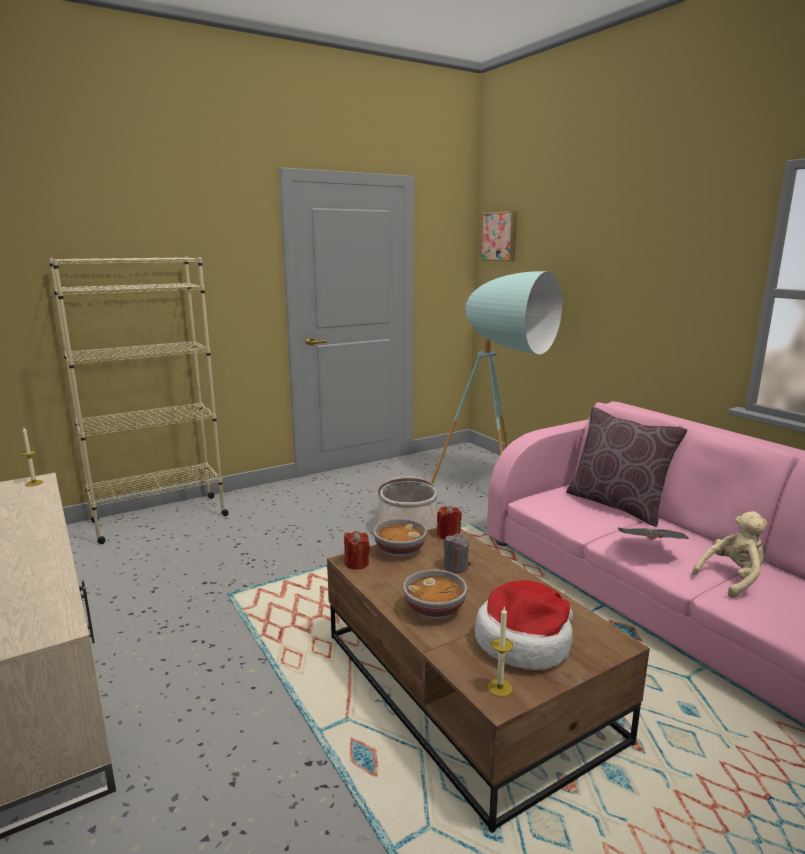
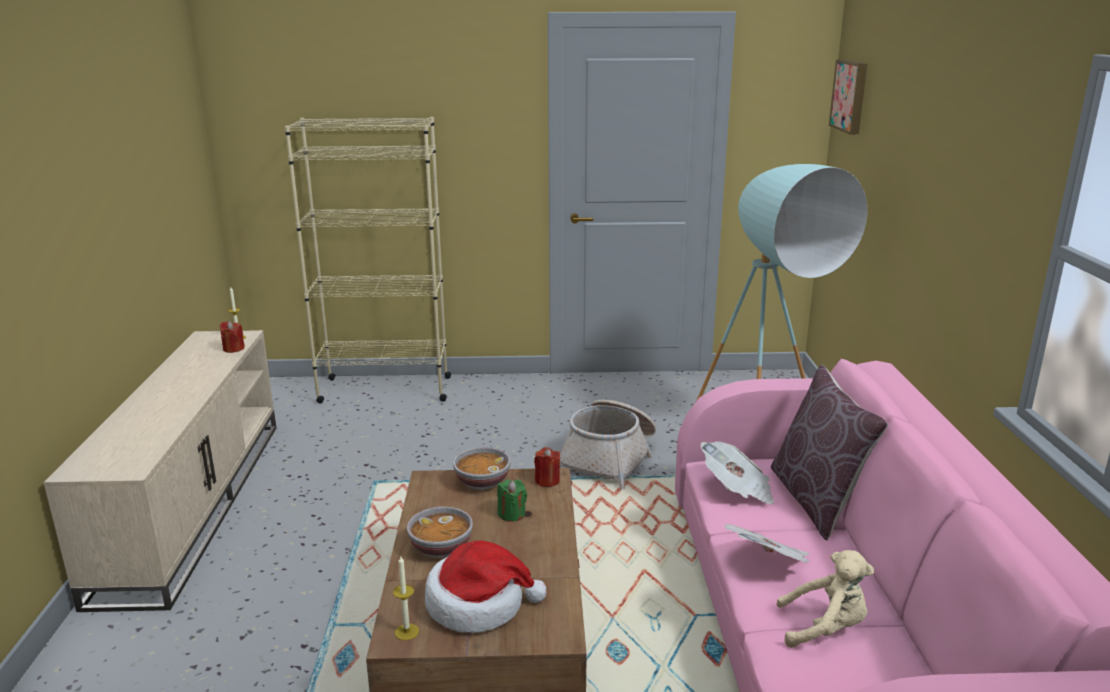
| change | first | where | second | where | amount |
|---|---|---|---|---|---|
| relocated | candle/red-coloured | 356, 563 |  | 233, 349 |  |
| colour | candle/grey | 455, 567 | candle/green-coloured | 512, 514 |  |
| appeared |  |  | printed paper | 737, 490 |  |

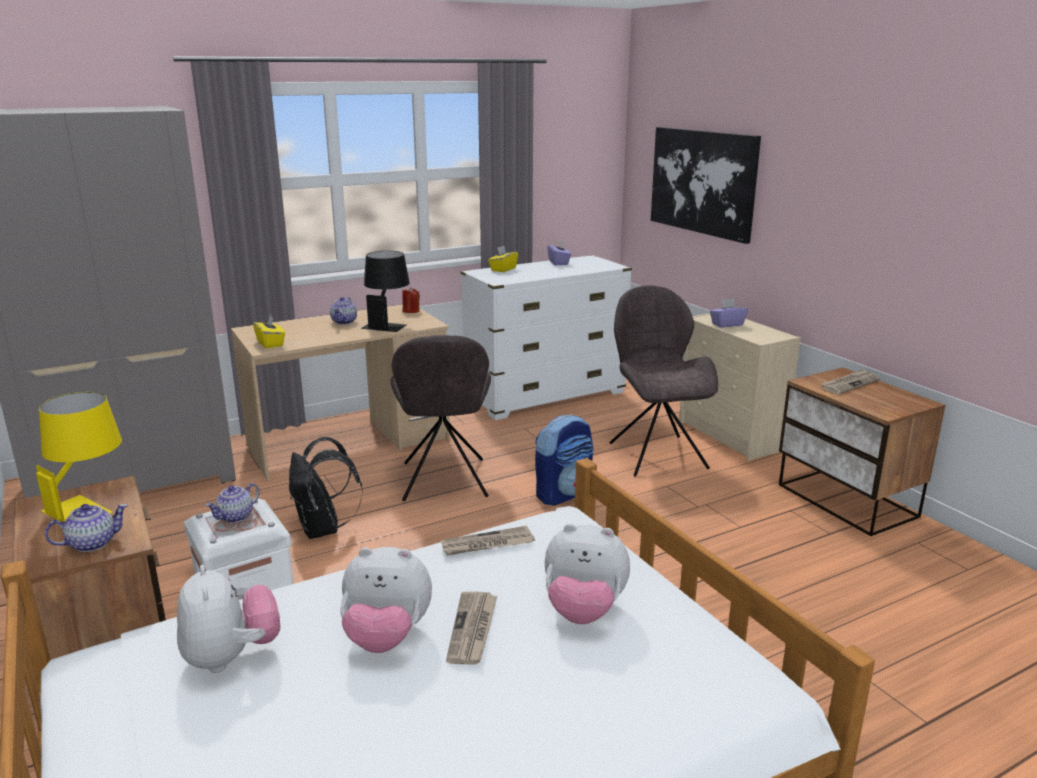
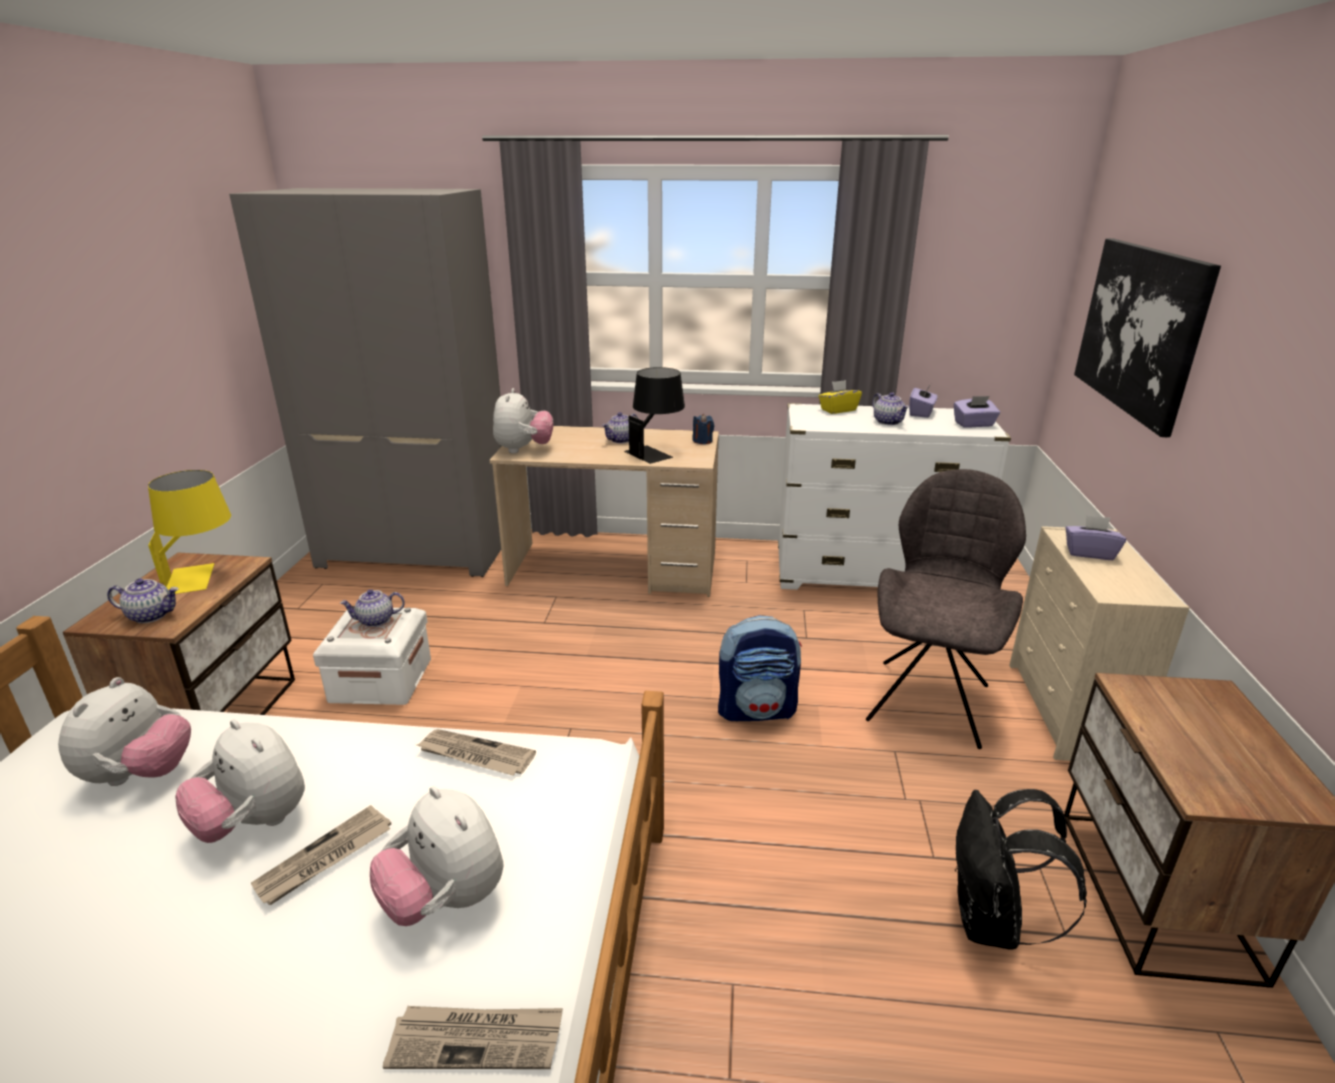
| change | first | where | second | where | amount |
|---|---|---|---|---|---|
| colour | candle/red-coloured | 411, 311 | candle/bluish | 702, 441 |  |
| exchanged | box of tissues/yellow-coloured | 271, 343 | soft toy | 523, 449 |  |
| missing | chair/grey | 444, 482 |  |  |  |
| relocated | printed paper | 849, 384 |  | 477, 1040 |  |
| relocated | backpack/black | 323, 529 |  | 991, 923 |  |
| appeared |  |  | teapot | 888, 422 |  |
| appeared |  |  | box of tissues/purple | 974, 424 |  |

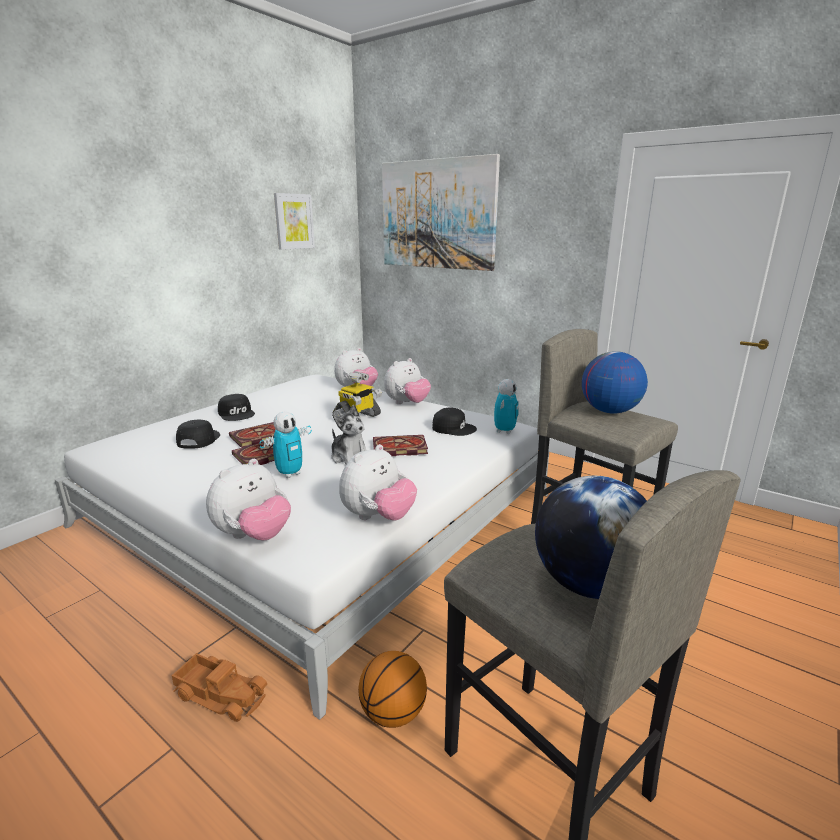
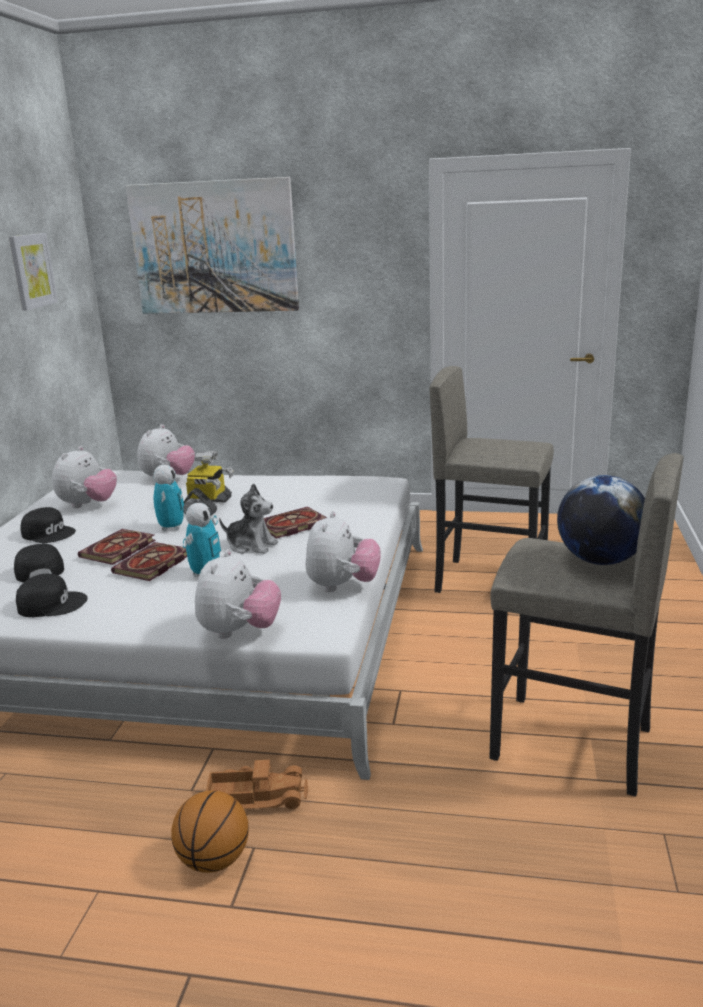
| change | first | where | second | where | amount |
|---|---|---|---|---|---|
| missing | globe | 609, 411 |  |  |  |
| relocated | soft toy | 407, 403 |  | 88, 505 |  |
| relocated | robot figure | 504, 431 |  | 171, 528 |  |
| relocated | cap/black | 453, 428 |  | 52, 604 |  |
| relocated | ball for basketball | 392, 713 |  | 213, 860 |  |

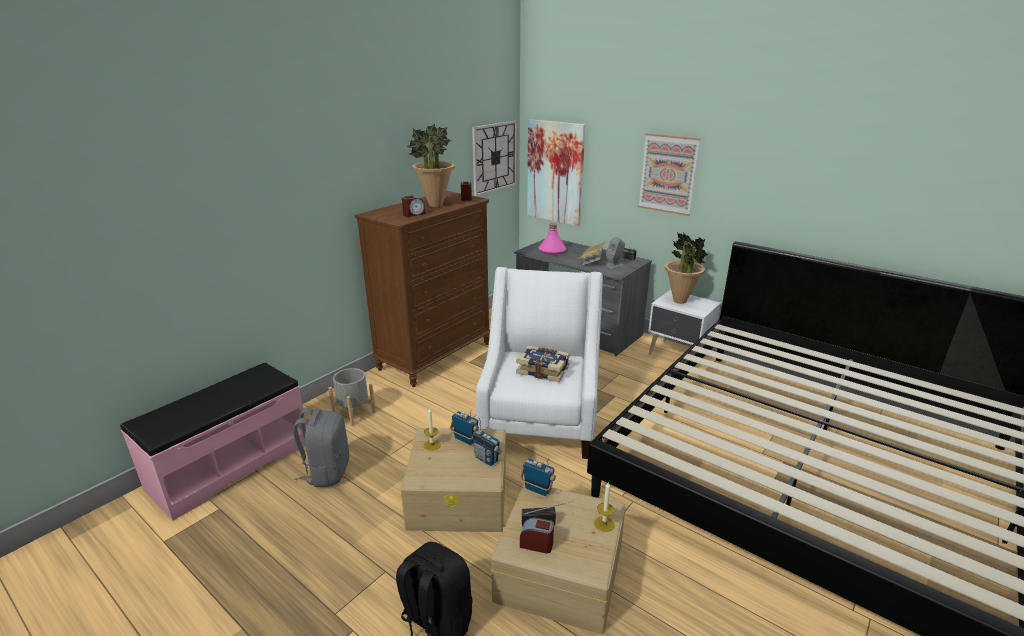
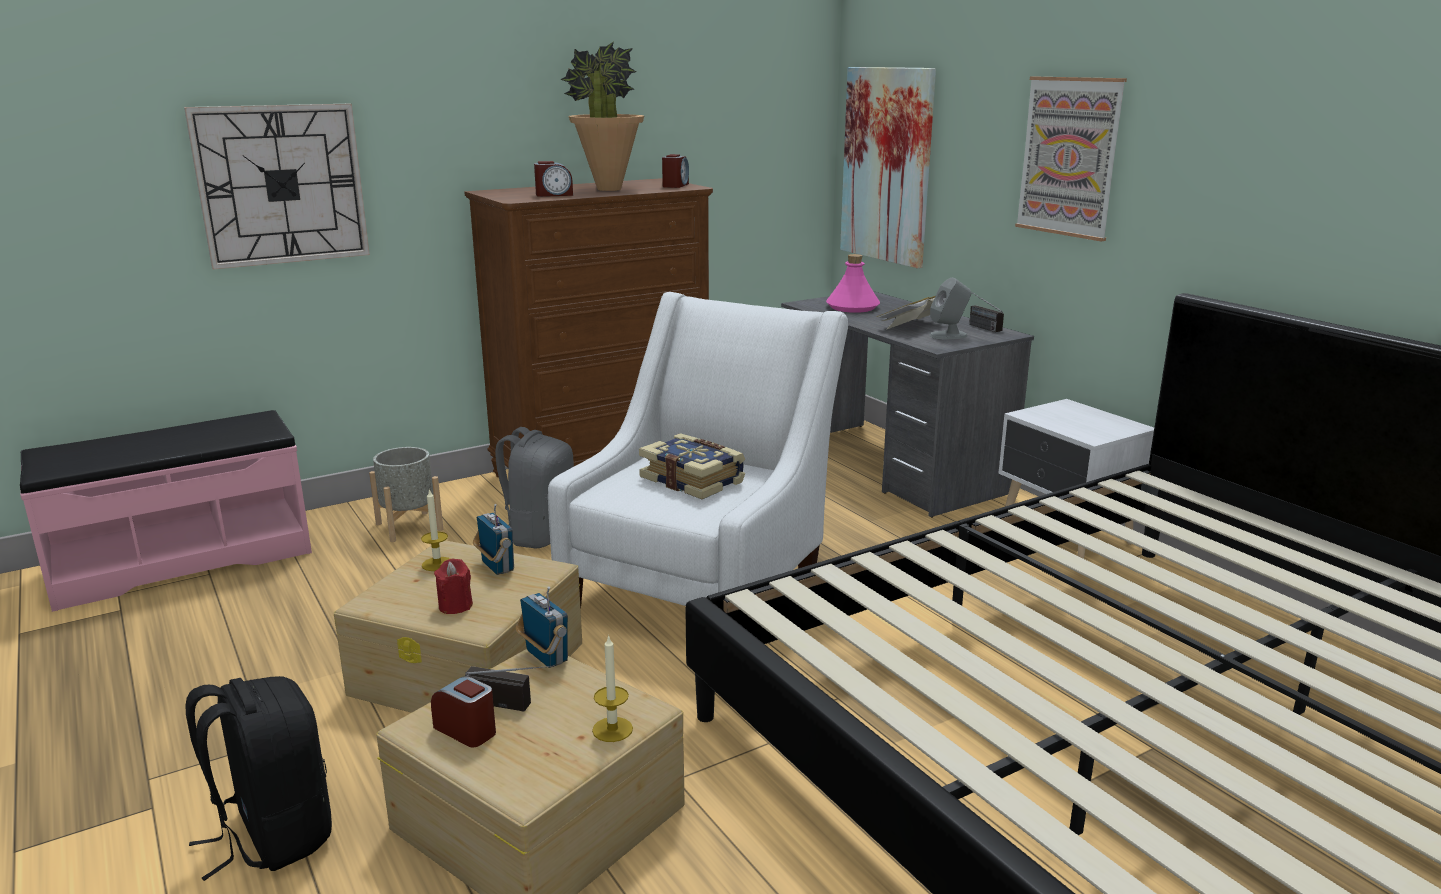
| change | first | where | second | where | amount |
|---|---|---|---|---|---|
| relocated | wall clock | 494, 157 |  | 281, 185 |  |
| missing | plant in a pot | 680, 301 |  |  |  |
| relocated | backpack/grey | 327, 472 |  | 539, 534 |  |
| missing | radio | 486, 459 |  |  |  |
| appeared |  |  | candle/red-coloured | 455, 606 |  |

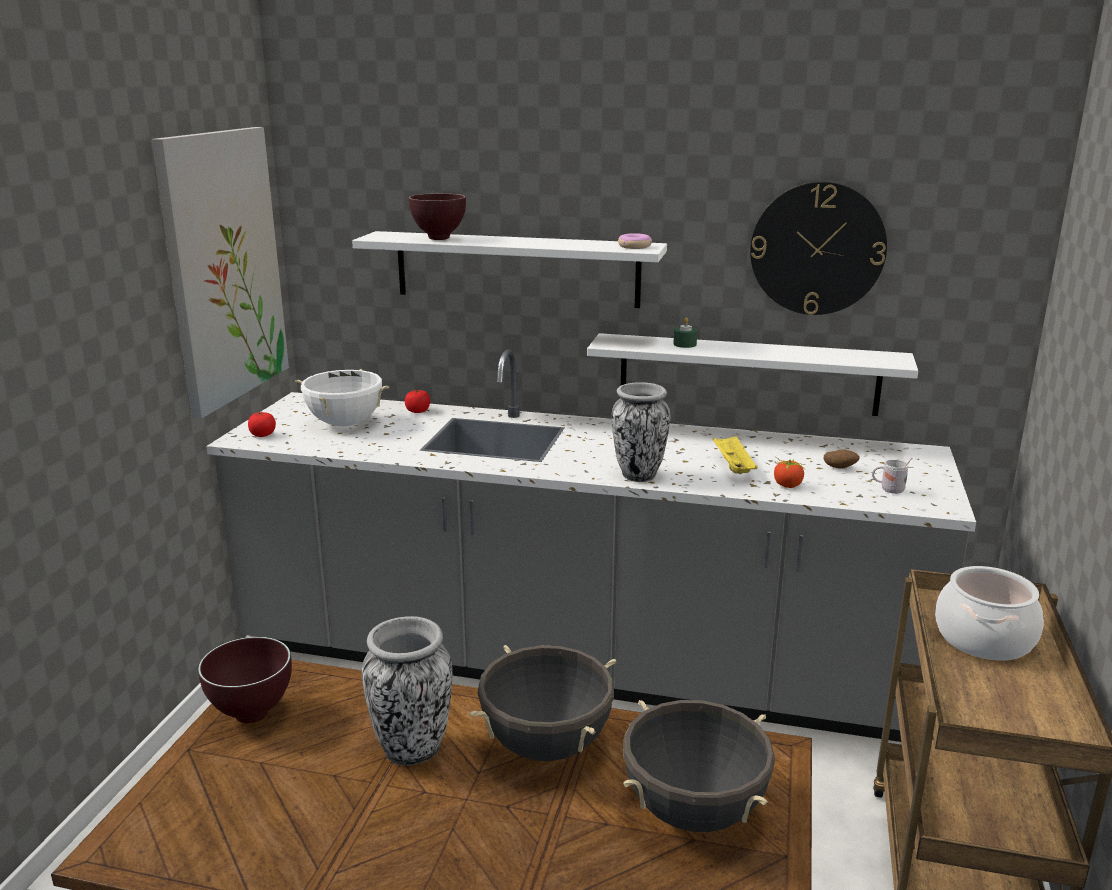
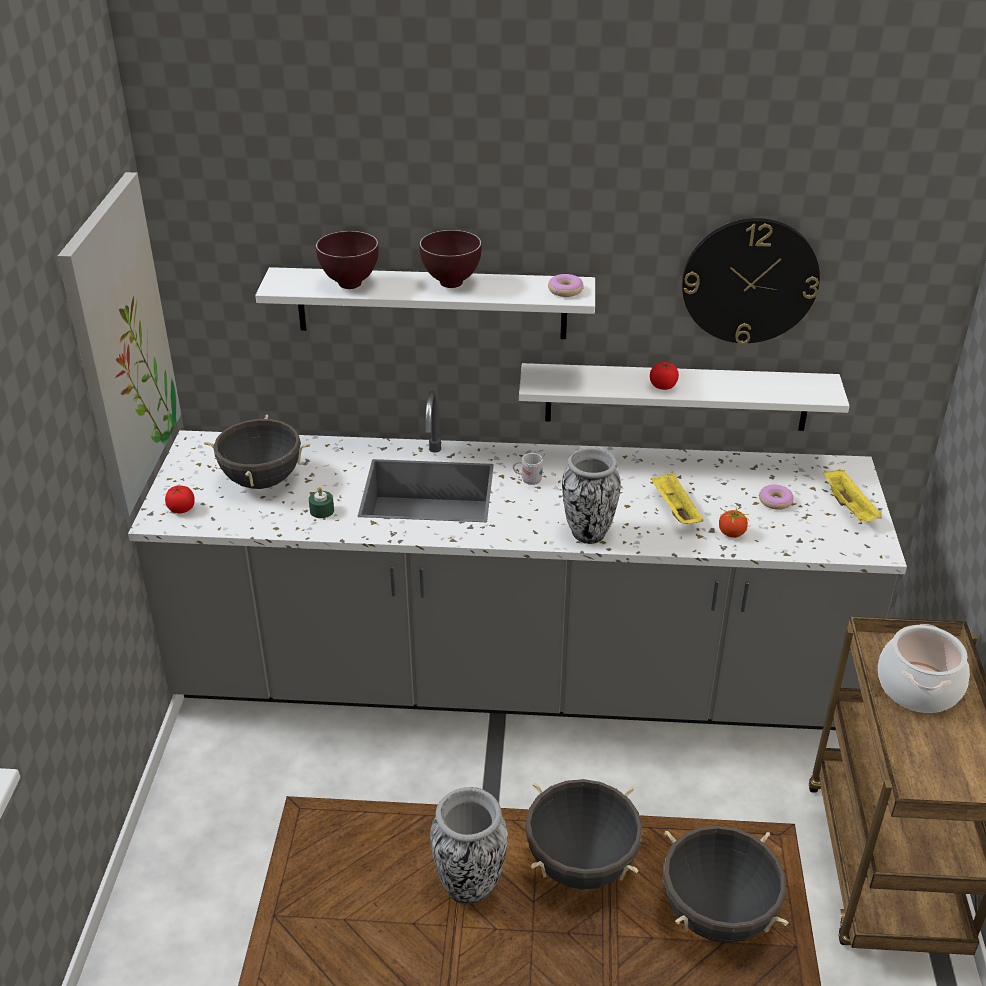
| change | first | where | second | where | amount |
|---|---|---|---|---|---|
| relocated | candle/green-coloured | 685, 344 |  | 322, 510 |  |
| colour | saucepot/whitish | 345, 423 | saucepot/black | 262, 481 |  |
| relocated | whole tomato | 418, 411 |  | 663, 386 |  |
| exchanged | potato | 840, 468 | donut | 775, 501 |  |
| relocated | mug/whitish | 888, 490 |  | 528, 480 |  |
| relocated | serving bowl/brown-coloured | 254, 715 |  | 453, 284 |  |
| appeared |  |  | carrying tray/yellow-coloured | 849, 507 |  |

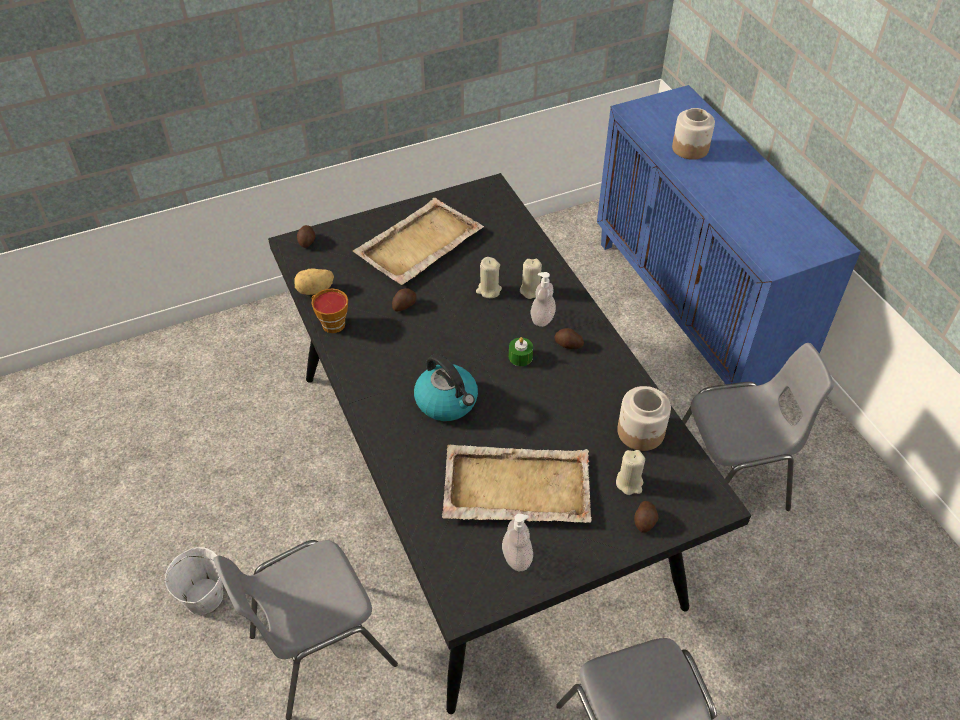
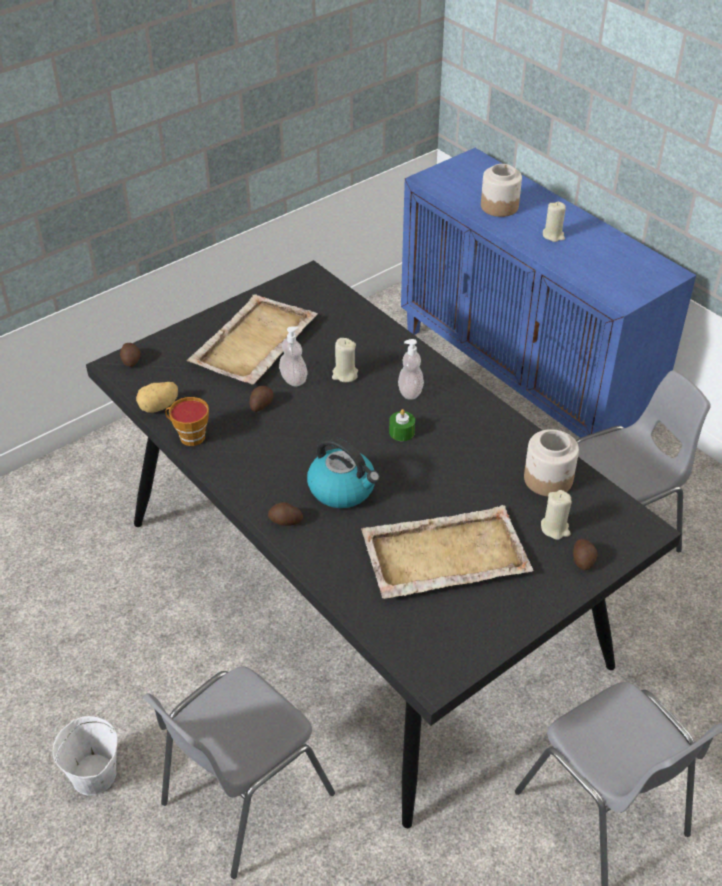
| change | first | where | second | where | amount |
|---|---|---|---|---|---|
| relocated | candle/sand-coloured | 531, 290 |  | 553, 235 |  |
| relocated | potato | 568, 345 |  | 285, 521 |  |
| relocated | soap bottle | 517, 557 |  | 293, 379 |  |

